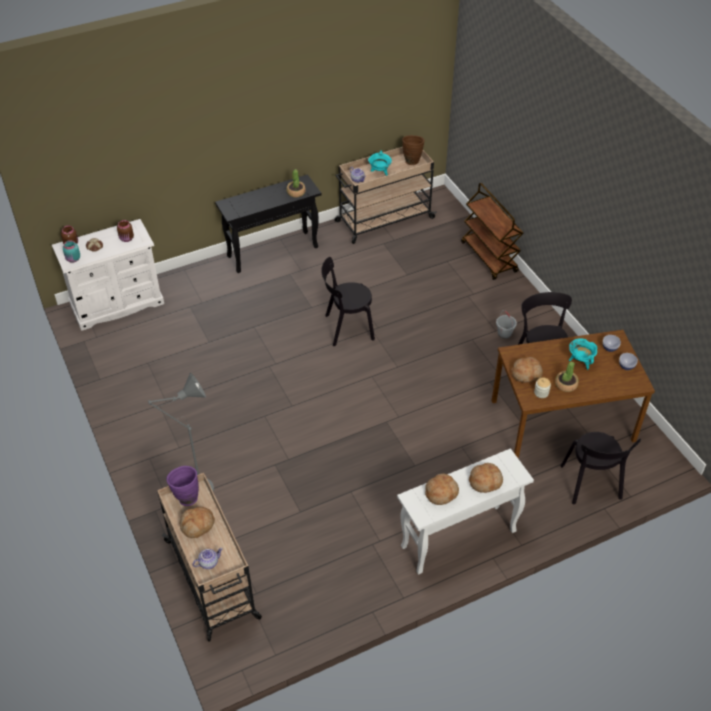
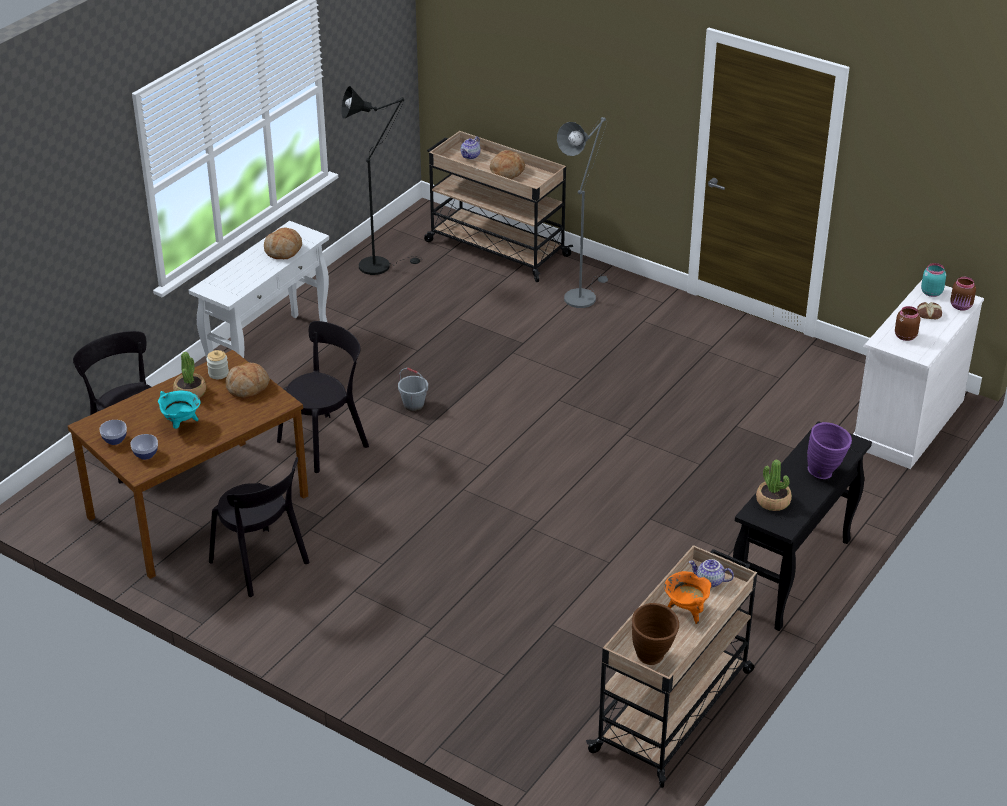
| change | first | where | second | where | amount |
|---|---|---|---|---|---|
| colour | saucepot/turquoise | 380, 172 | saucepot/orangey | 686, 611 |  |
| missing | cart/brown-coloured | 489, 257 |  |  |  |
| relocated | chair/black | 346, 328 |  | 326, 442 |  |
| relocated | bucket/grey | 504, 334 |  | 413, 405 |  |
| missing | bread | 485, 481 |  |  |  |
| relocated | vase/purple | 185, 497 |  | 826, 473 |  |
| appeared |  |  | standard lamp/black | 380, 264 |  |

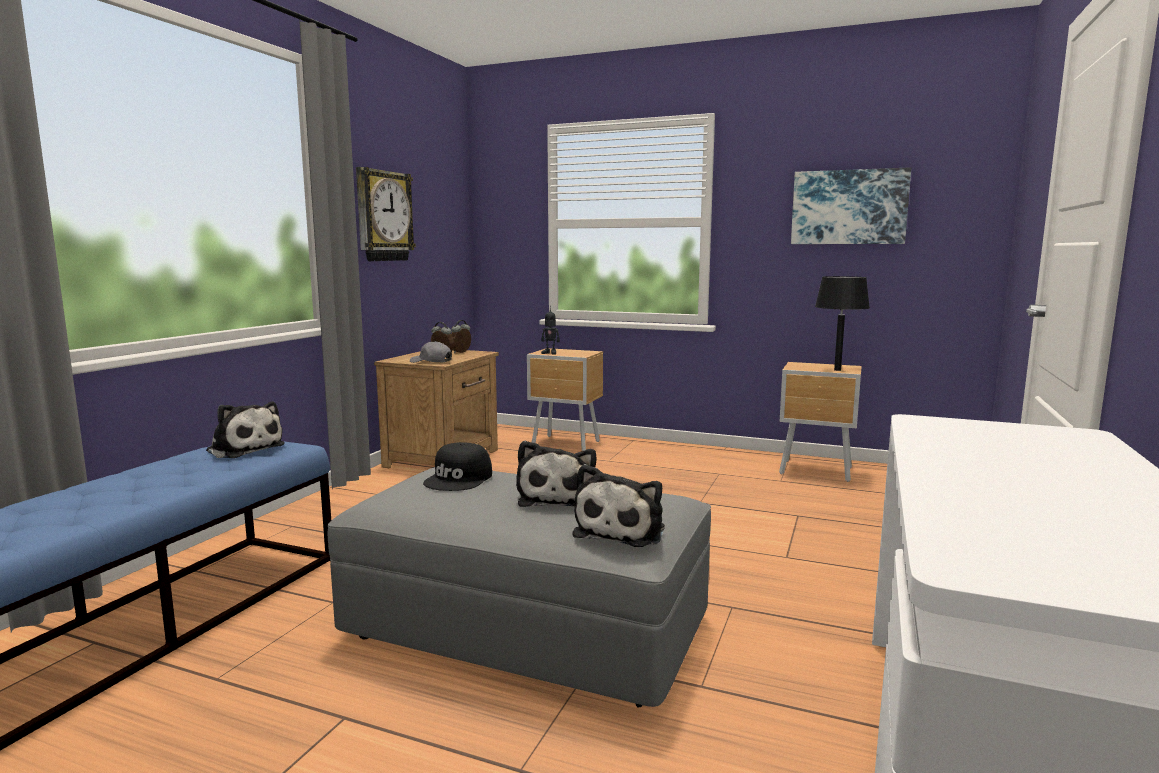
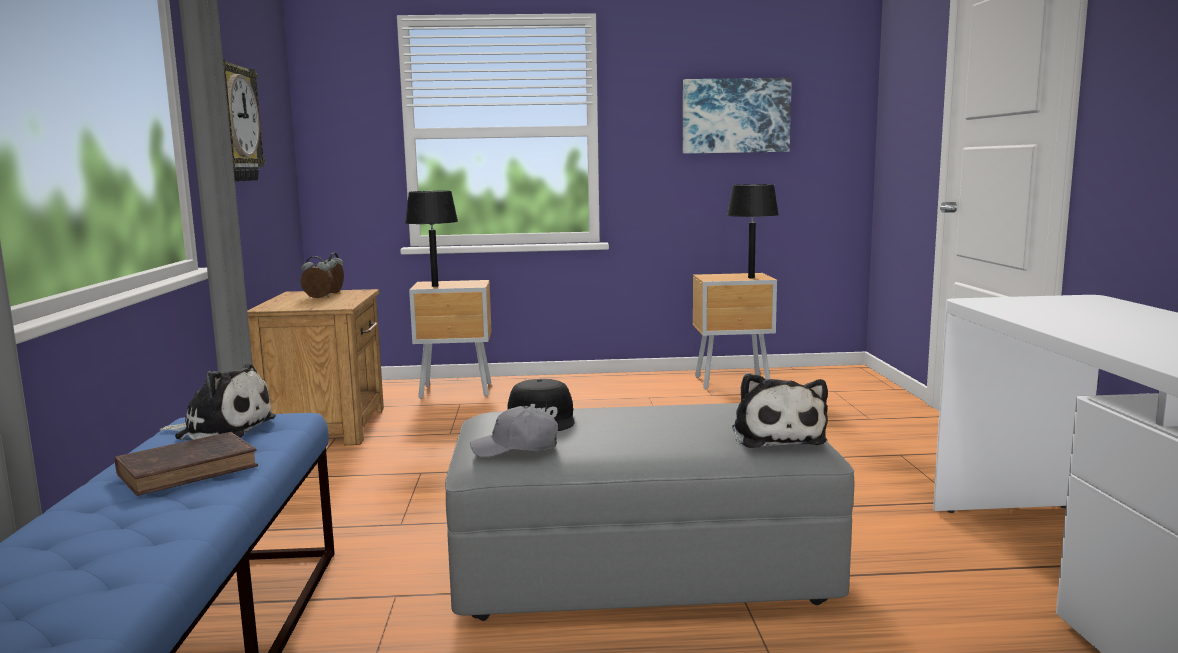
| change | first | where | second | where | amount |
|---|---|---|---|---|---|
| exchanged | robot figure | 550, 353 | table lamp/black | 435, 286 |  |
| relocated | cap/grey | 431, 361 |  | 516, 448 |  |
| missing | soft toy | 557, 497 |  |  |  |
| appeared |  |  | bound book/brown-coloured | 191, 469 |  |

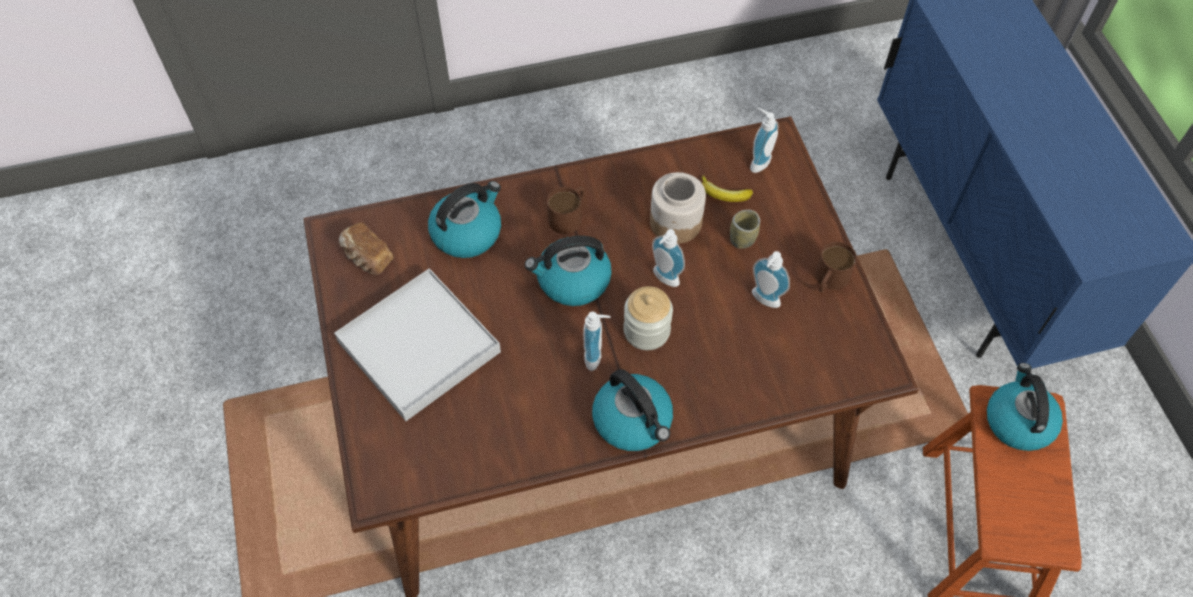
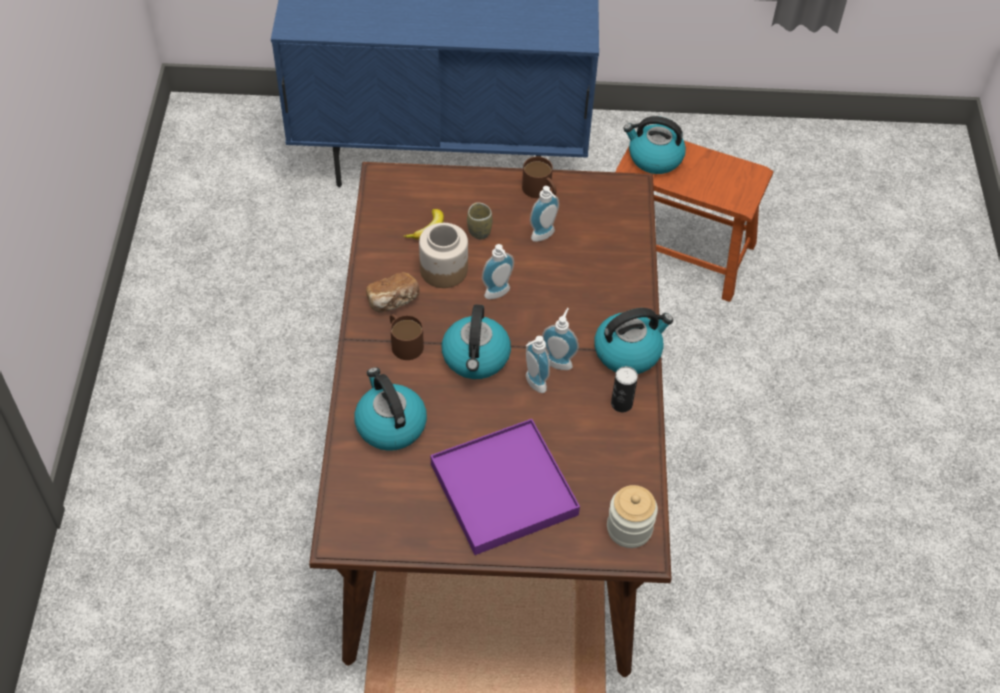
| change | first | where | second | where | amount |
|---|---|---|---|---|---|
| relocated | soap bottle | 757, 161 |  | 533, 384 |  |
| relocated | bread | 366, 257 |  | 393, 301 |  |
| colour | carrying tray/whitish | 419, 346 | carrying tray/purple | 503, 489 |  |
| relocated | jar | 646, 331 |  | 629, 528 |  |
| appeared |  |  | sealed can | 621, 403 |  |

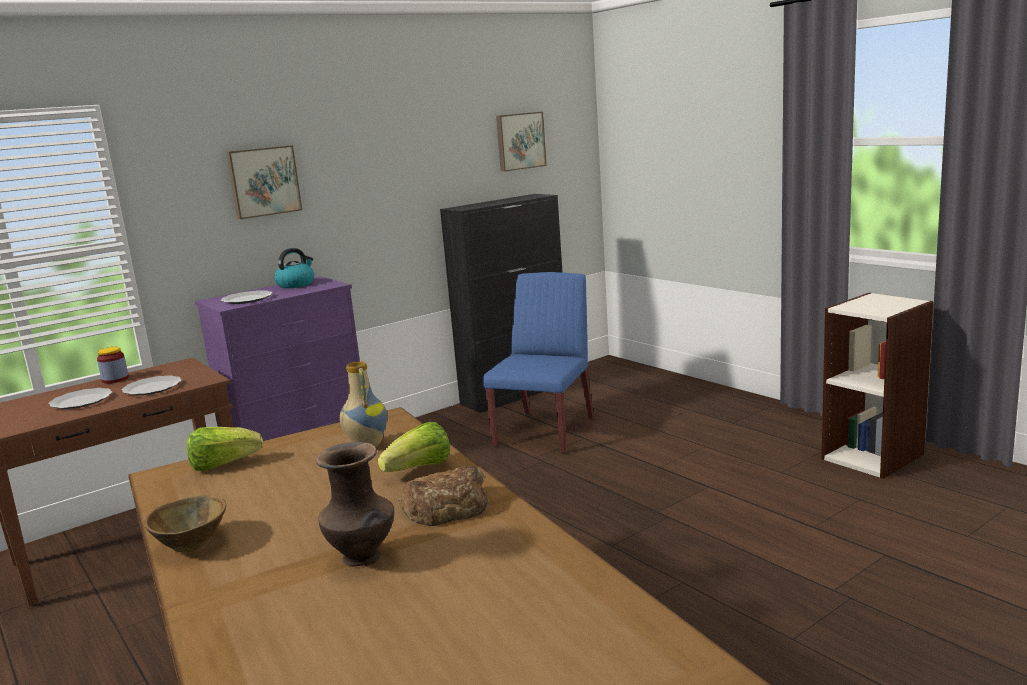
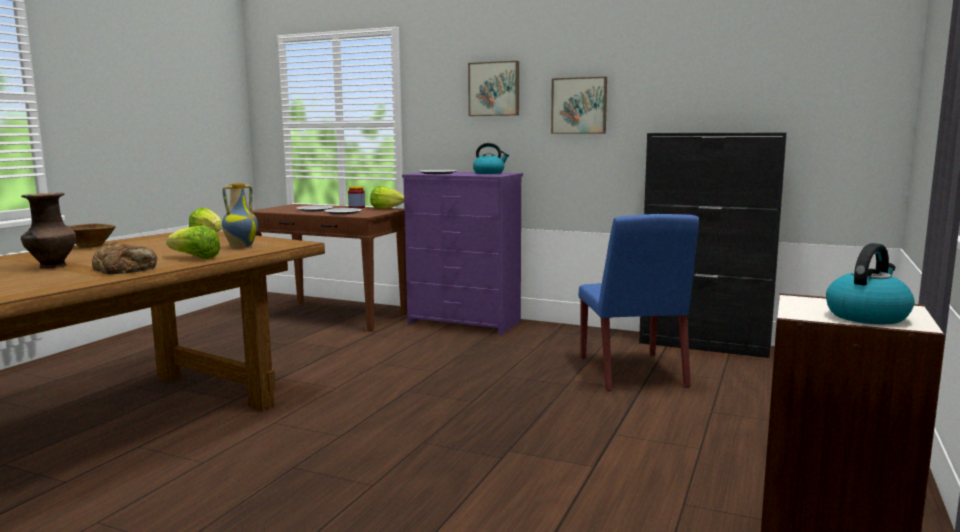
| change | first | where | second | where | amount |
|---|---|---|---|---|---|
| relocated | wall art | 519, 141 |  | 579, 106 |  |
| spun | chair/bluish | 545, 431 |  | 632, 372 | 90 degrees clockwise |
| appeared |  |  | lettuce head | 386, 208 |  |
| appeared |  |  | kettle | 867, 316 |  |

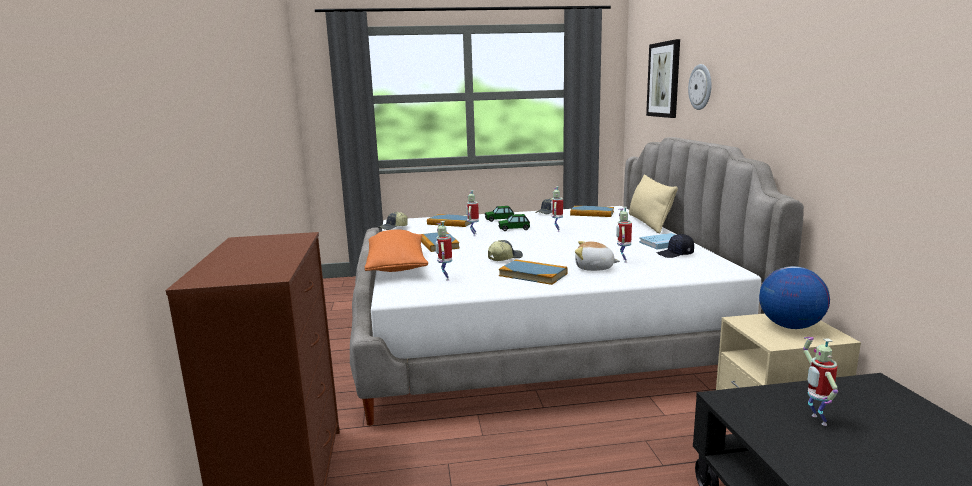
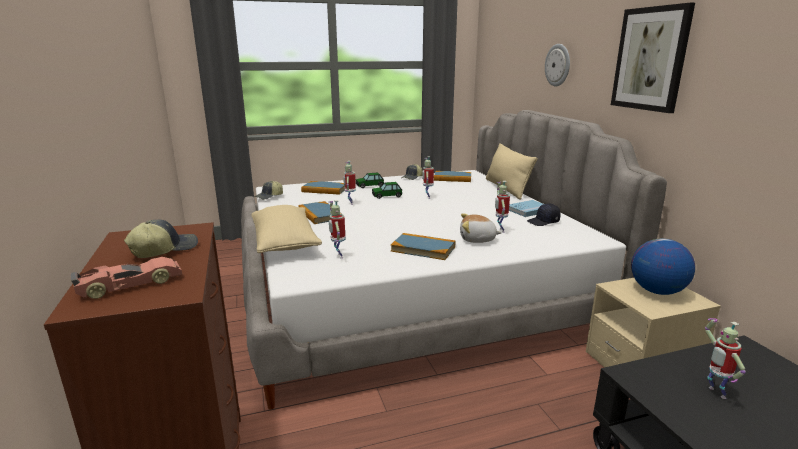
| change | first | where | second | where | amount |
|---|---|---|---|---|---|
| relocated | wall art | 664, 79 |  | 650, 59 |  |
| colour | throw pillow/orangey | 397, 266 | throw pillow/sand-coloured | 285, 242 |  |
| relocated | cap | 504, 258 |  | 164, 249 |  |
| appeared |  |  | toy car | 130, 285 |  |

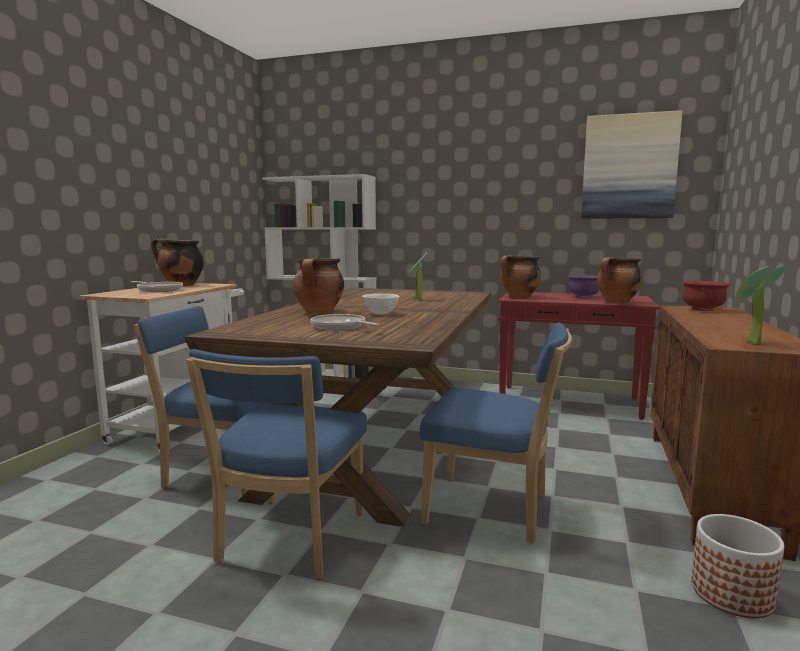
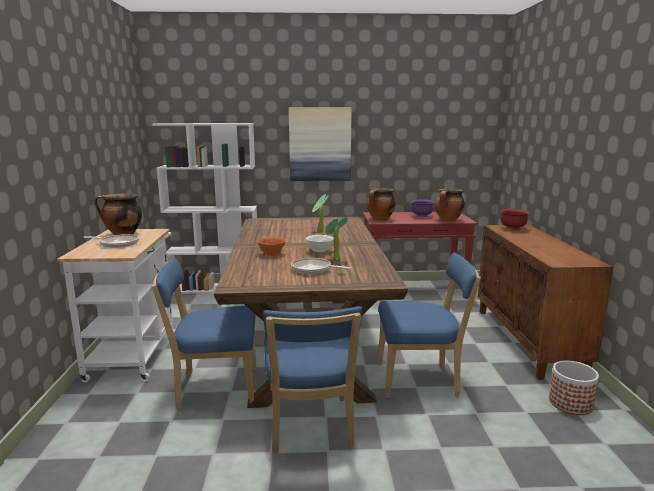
| change | first | where | second | where | amount |
|---|---|---|---|---|---|
| relocated | wall art | 629, 167 |  | 320, 144 |  |
| exchanged | saucepot | 319, 312 | serving bowl/orangey | 272, 254 |  |
| relocated | plant in a pot | 750, 342 |  | 335, 259 |  |

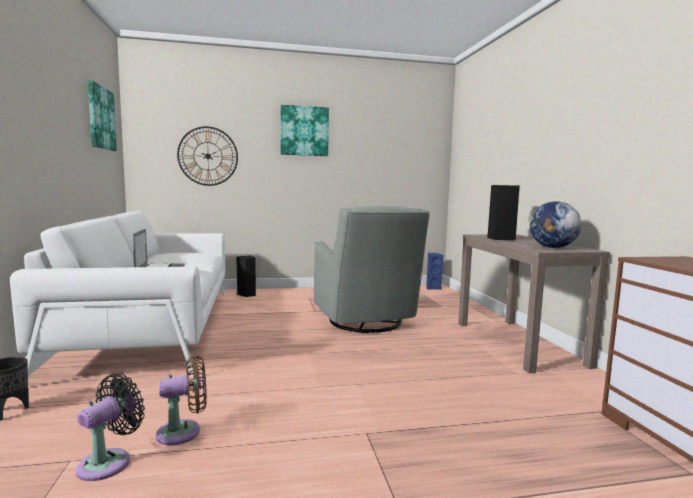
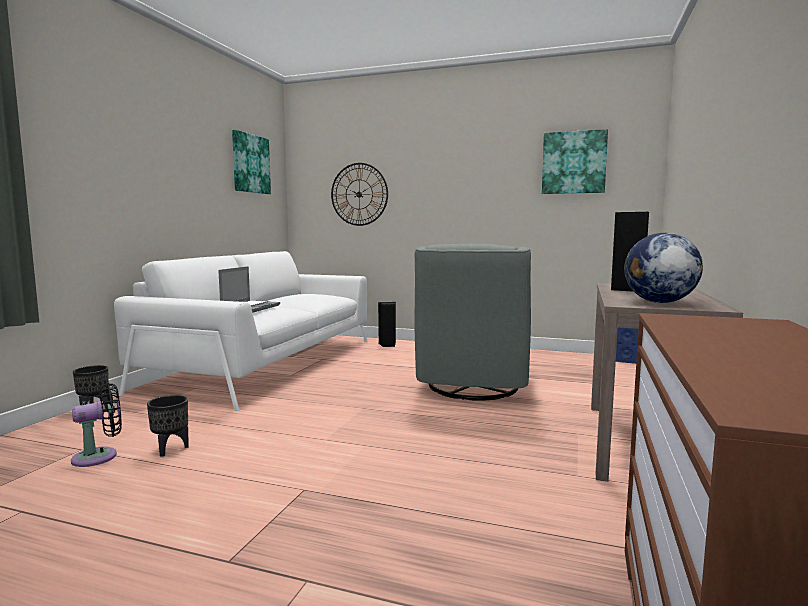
| change | first | where | second | where | amount |
|---|---|---|---|---|---|
| relocated | wall art | 304, 131 |  | 574, 162 |  |
| exchanged | electric fan/brown-coloured | 183, 432 | plant pot/black | 170, 449 |  |

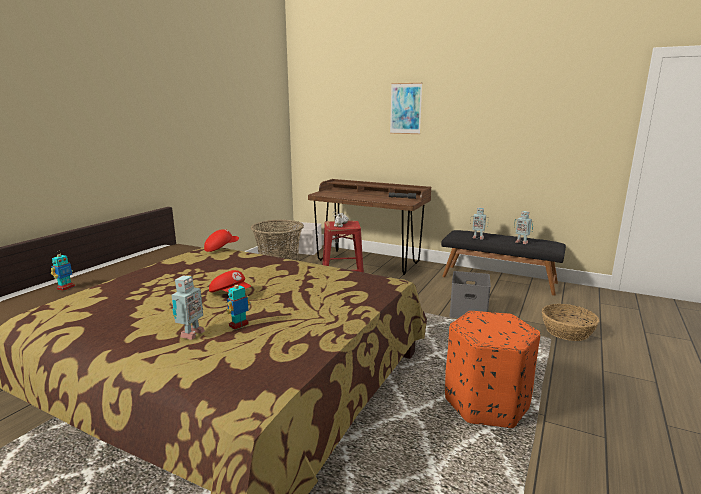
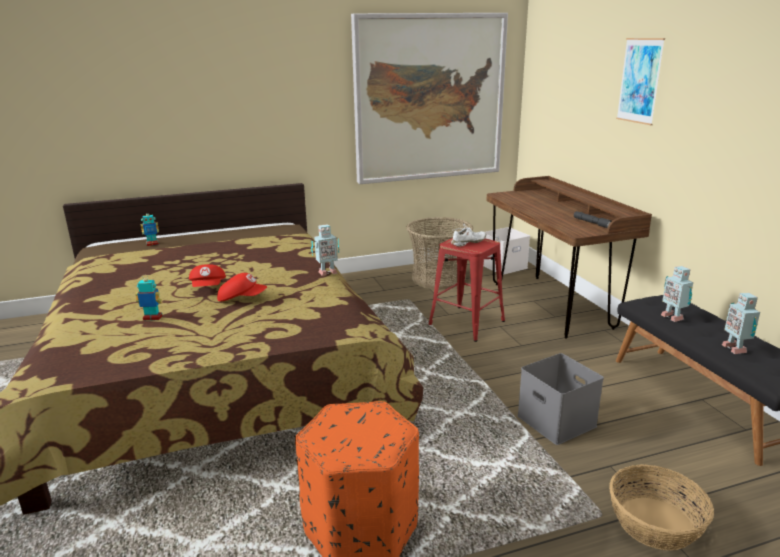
| change | first | where | second | where | amount |
|---|---|---|---|---|---|
| relocated | cap/red-coloured | 221, 248 |  | 242, 299 |  |
| relocated | robot figure | 190, 334 |  | 326, 272 |  |
| appeared |  |  | wall art | 429, 98 |  |

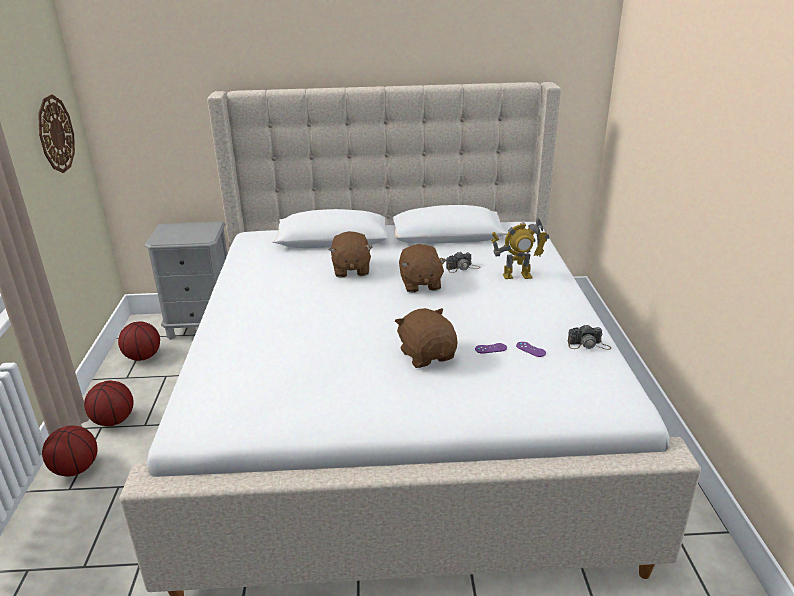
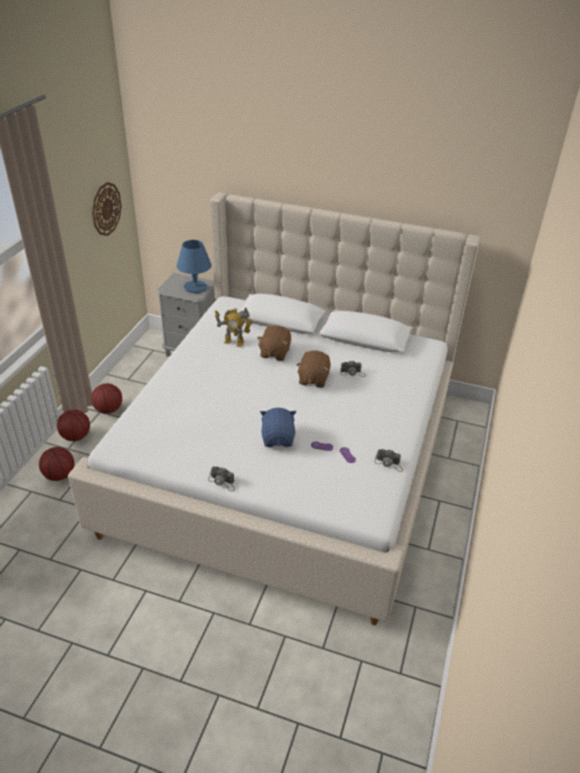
| change | first | where | second | where | amount |
|---|---|---|---|---|---|
| relocated | robot figure | 517, 276 |  | 234, 342 |  |
| colour | soft toy/brown-coloured | 427, 355 | soft toy/bluish | 278, 438 |  |
| relocated | ball for basketball | 143, 357 |  | 60, 475 |  |
| appeared |  |  | table lamp/bluish | 195, 287 |  |
| appeared |  |  | photo camera | 222, 482 |  |

